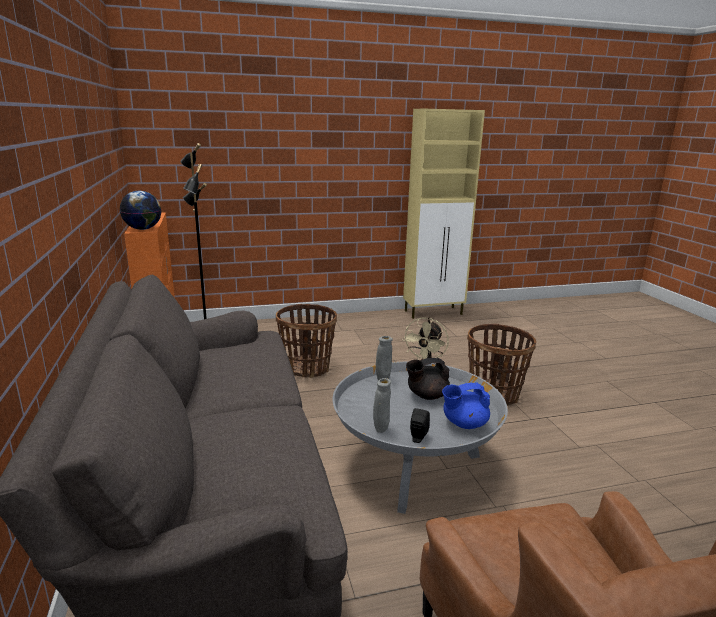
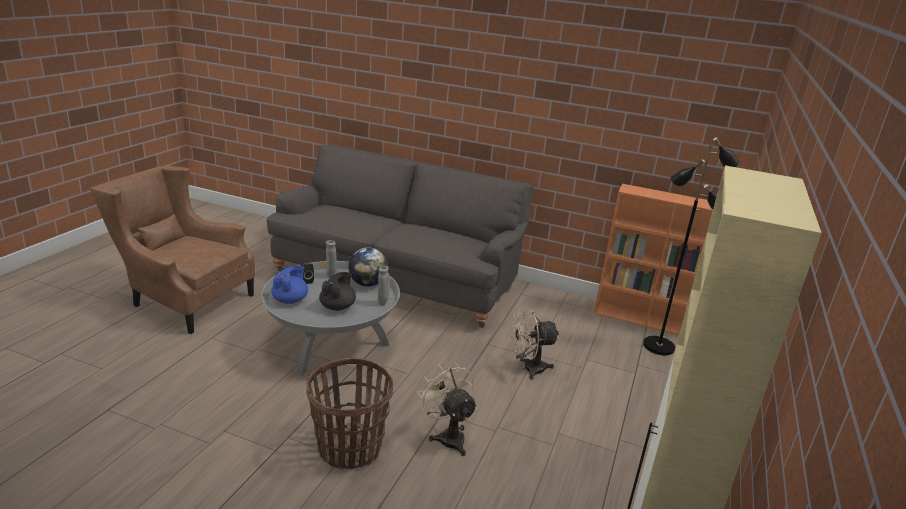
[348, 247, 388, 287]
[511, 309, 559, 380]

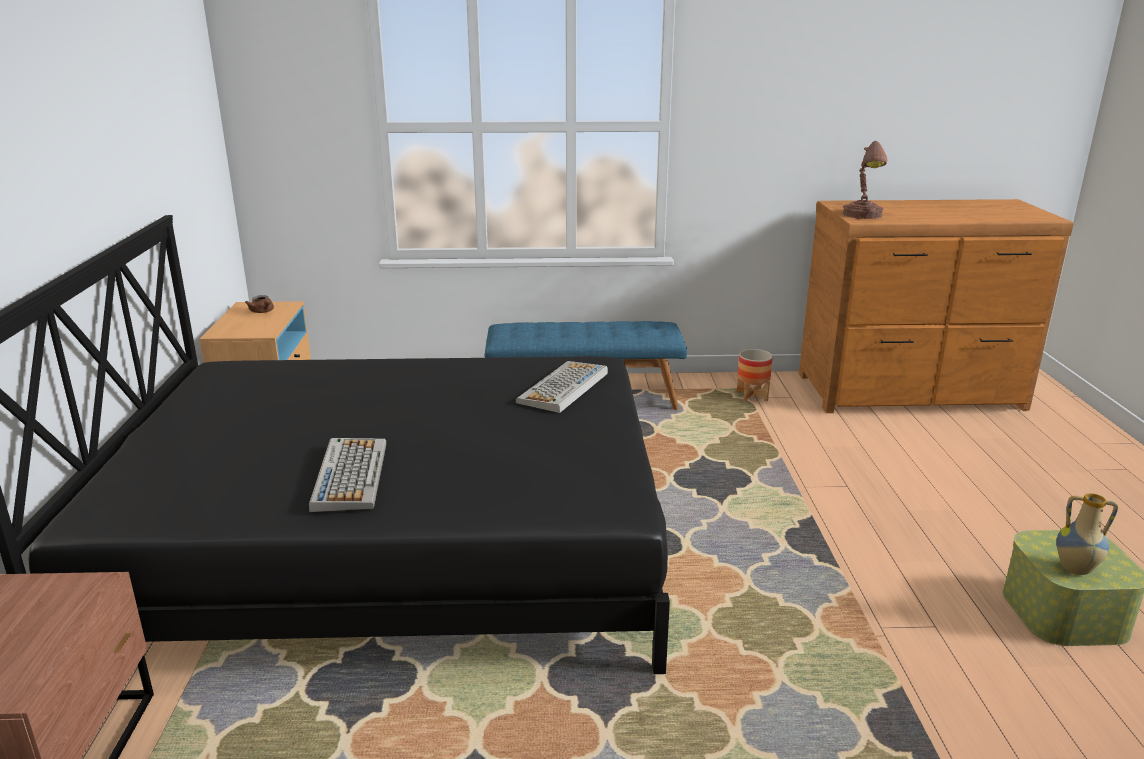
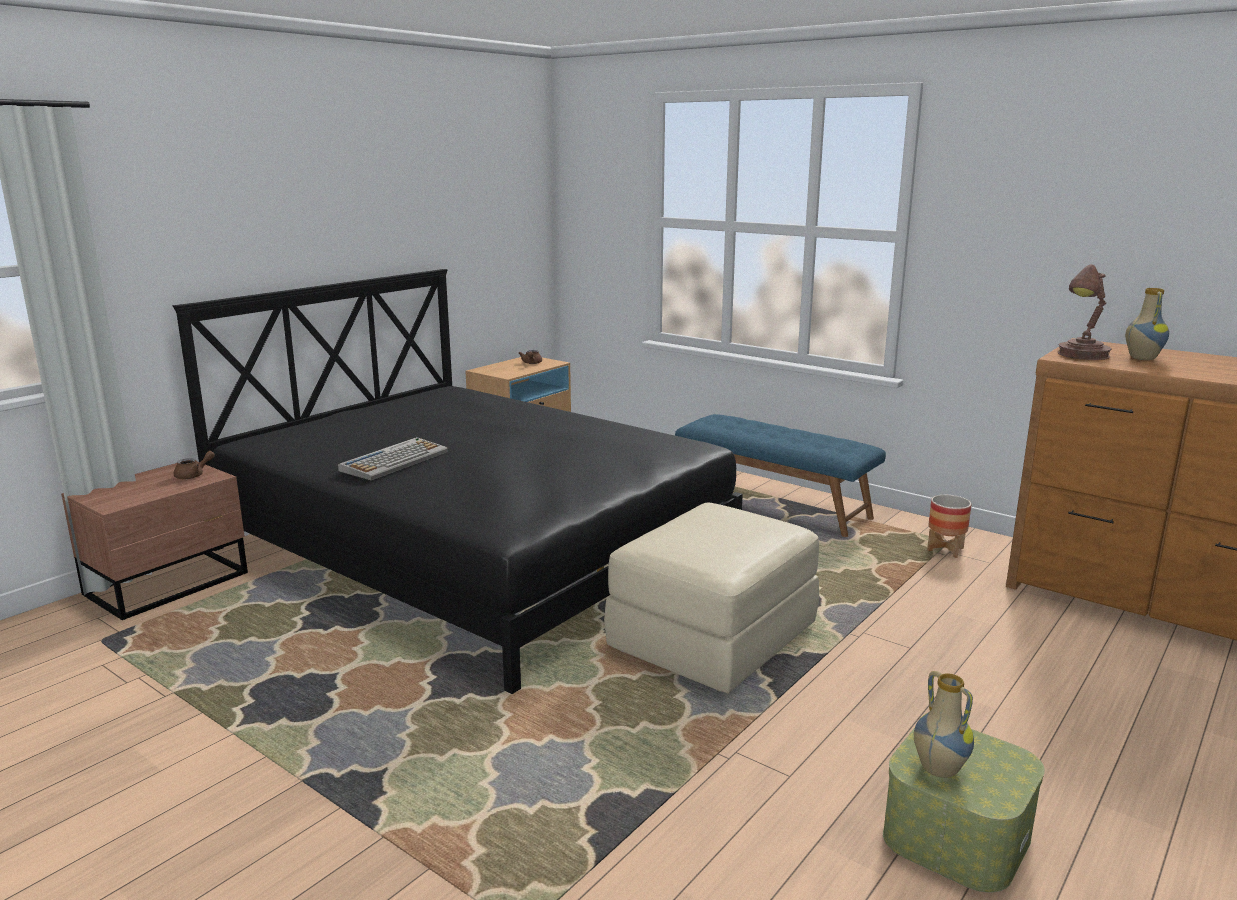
[516, 361, 608, 413] (first image)
[1125, 288, 1169, 360]
[174, 451, 215, 479]
[604, 502, 819, 693]

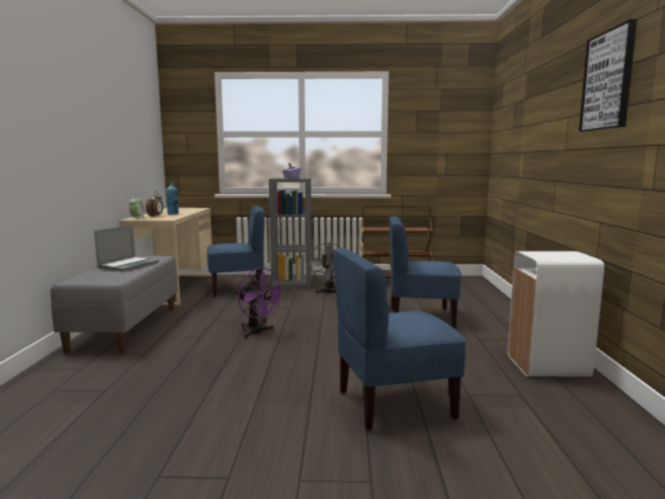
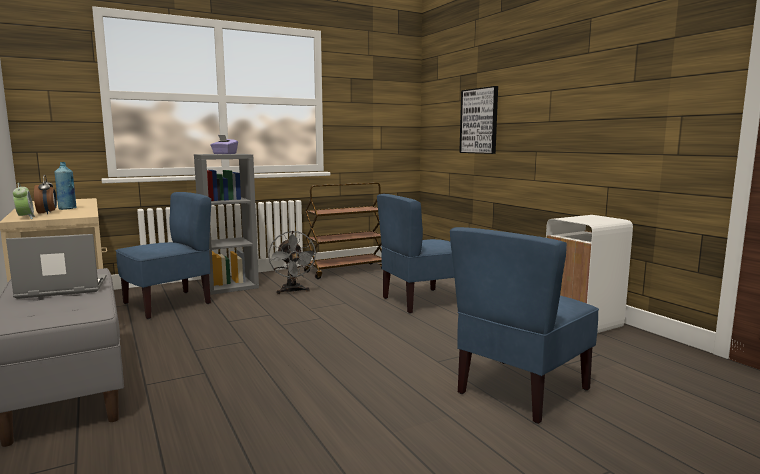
[459, 86, 498, 154]
[6, 234, 107, 299]
[235, 267, 286, 338] (first image)

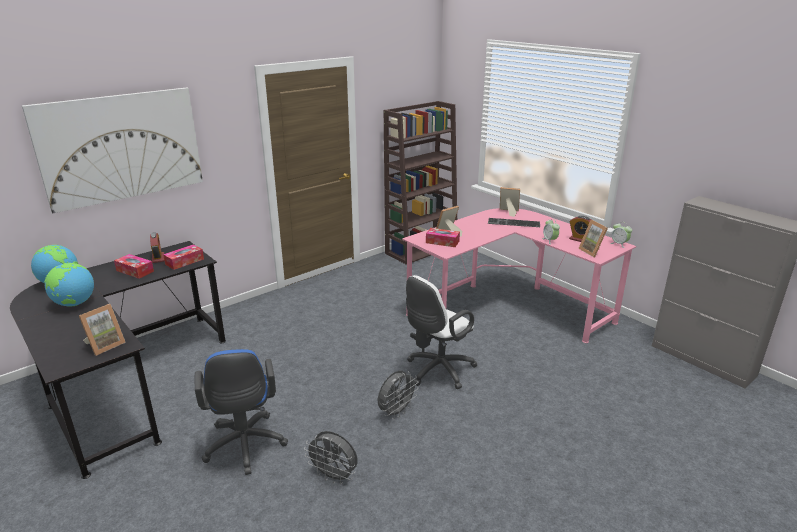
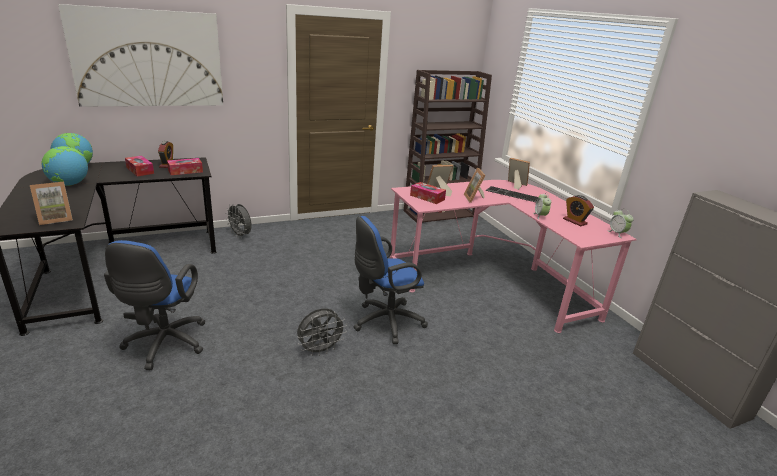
[464, 168, 486, 203]
[354, 216, 428, 344]
[225, 204, 252, 238]

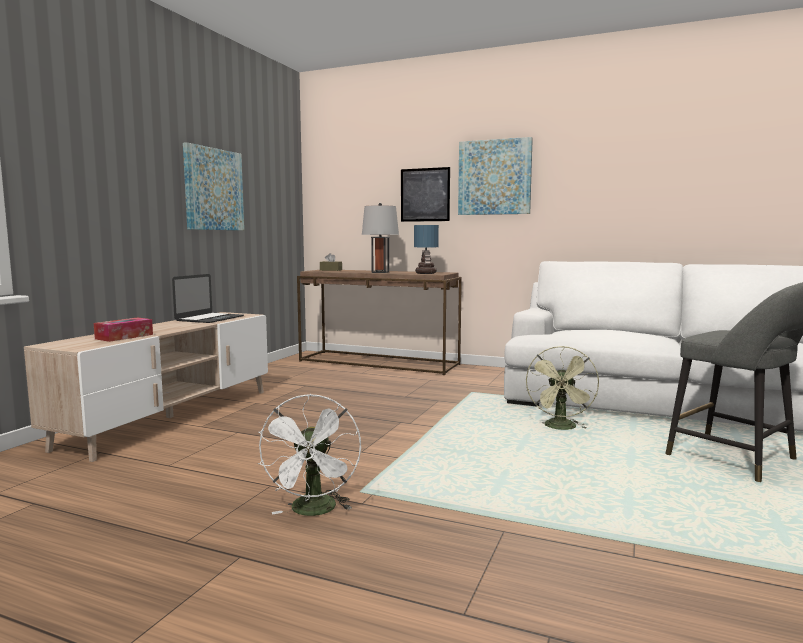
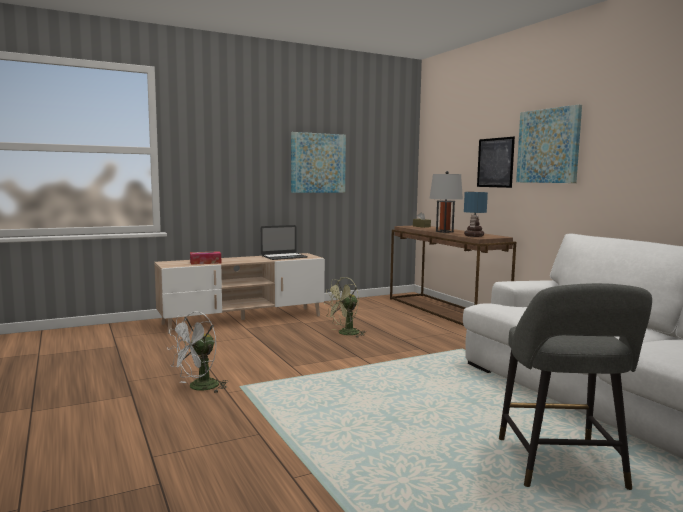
[325, 277, 365, 337]

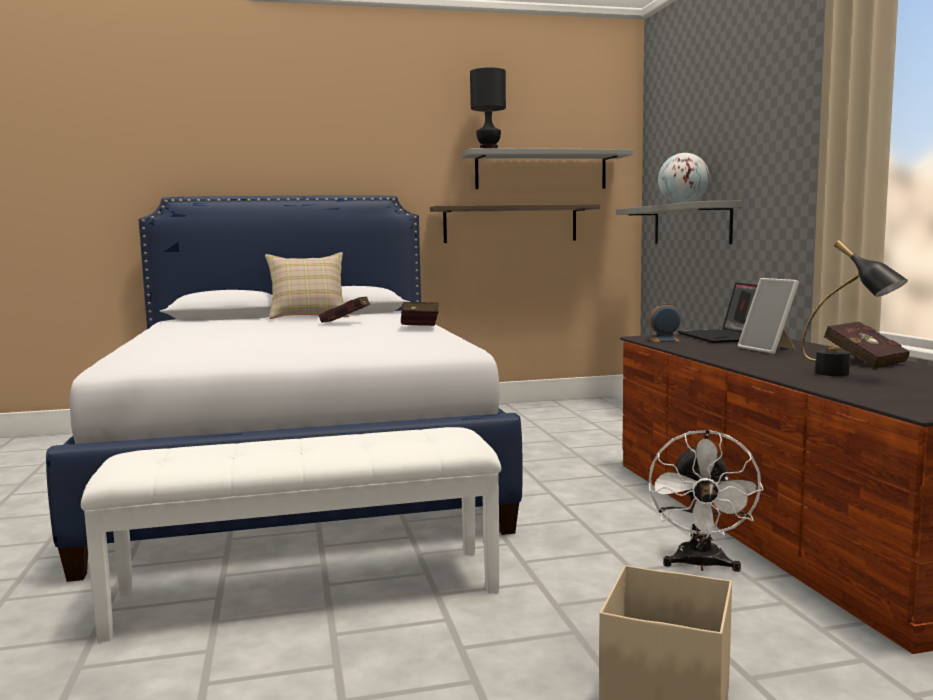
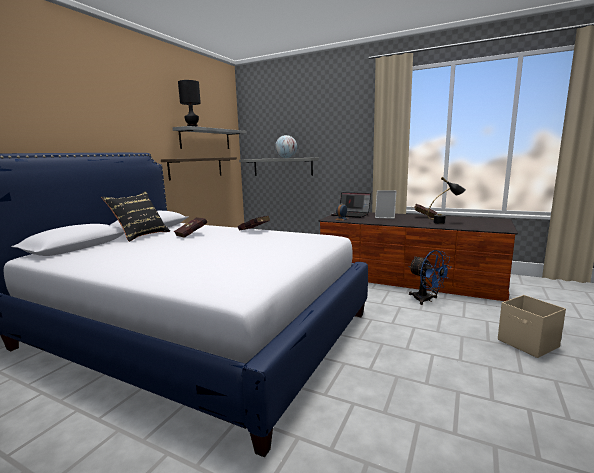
[101, 191, 170, 242]
[81, 427, 502, 643] (first image)
[408, 250, 451, 305]

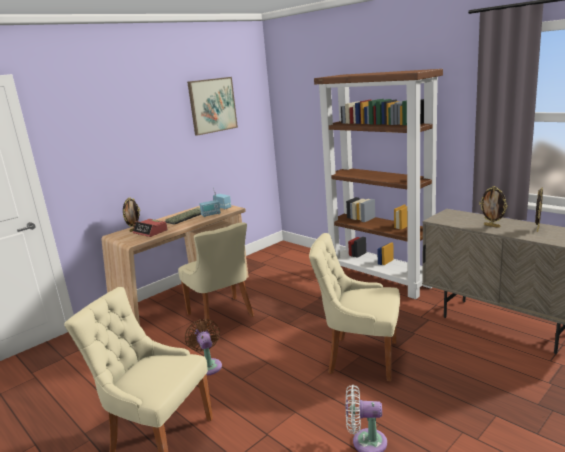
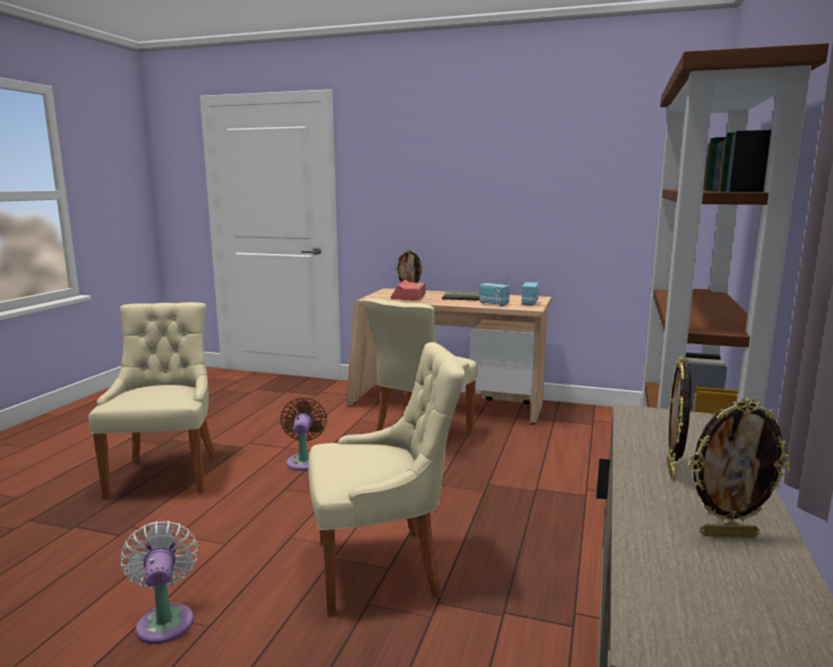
[187, 77, 238, 136] (first image)
[308, 342, 465, 615]
[281, 397, 327, 471]

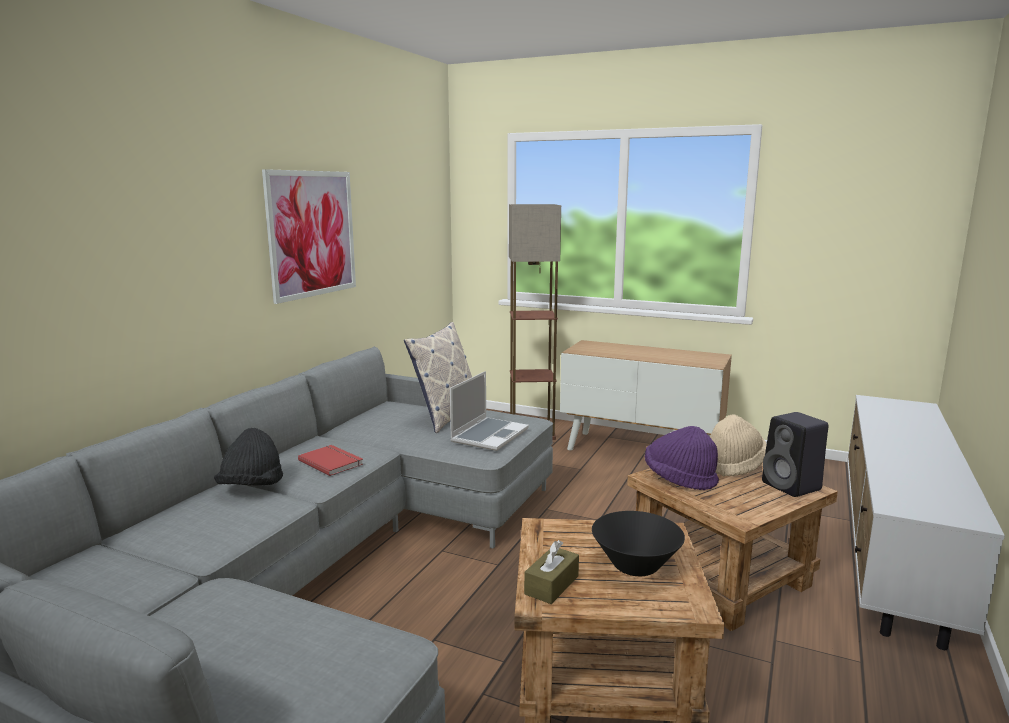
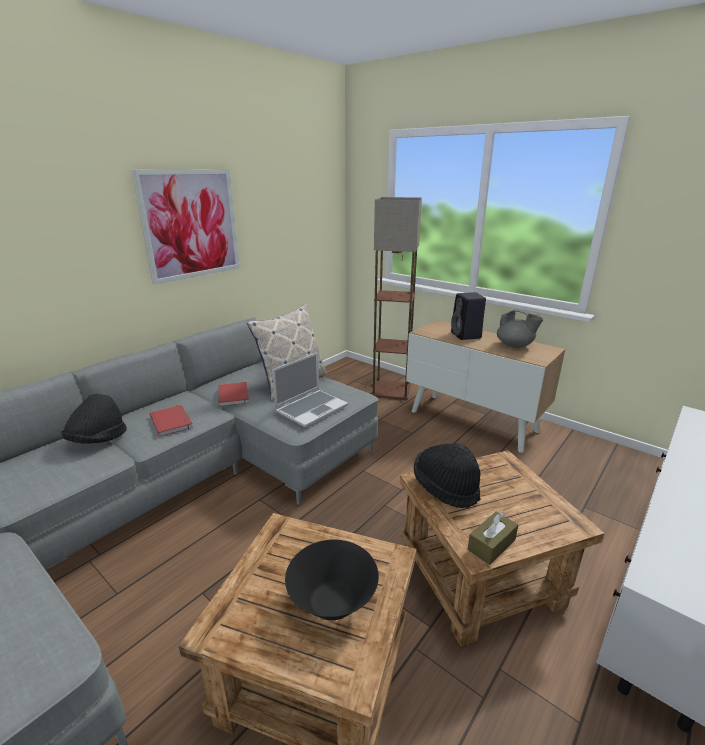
[451, 292, 486, 340]
[710, 415, 767, 477] (first image)
[414, 443, 481, 508]
[467, 512, 518, 565]
[497, 309, 544, 348]
[218, 382, 249, 407]

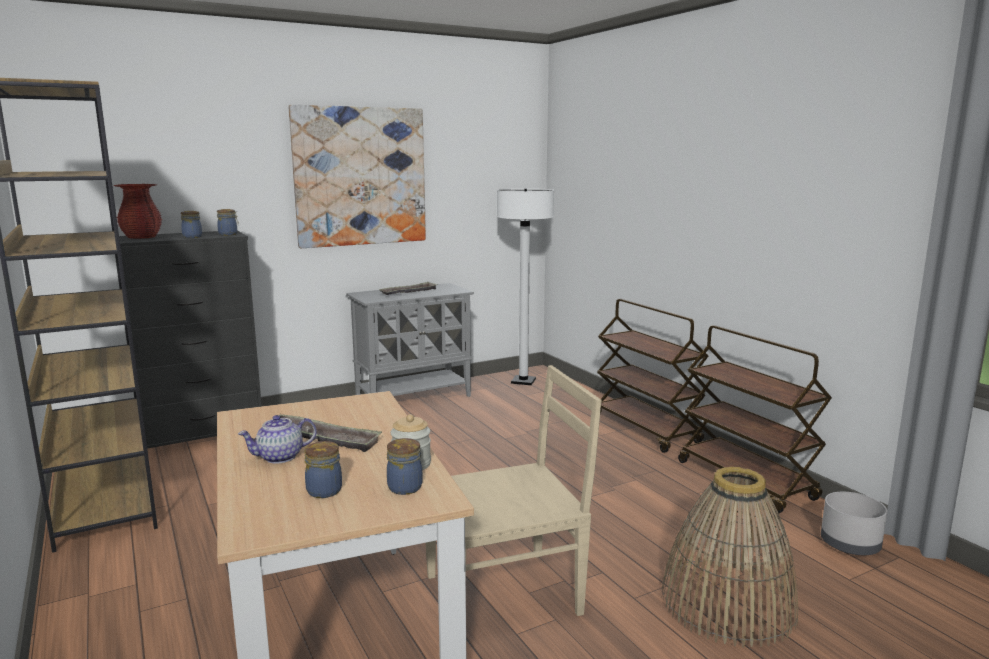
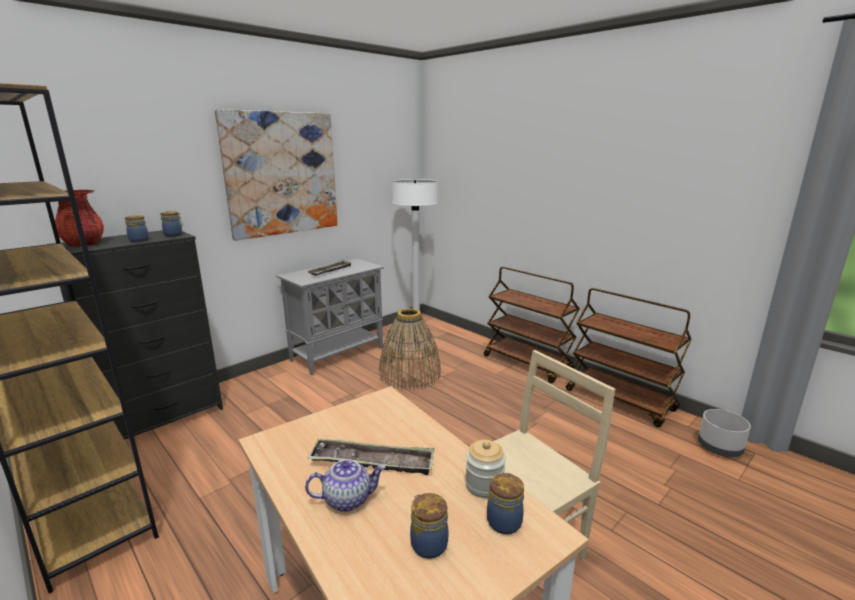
[305, 459, 386, 512]
[379, 308, 441, 390]

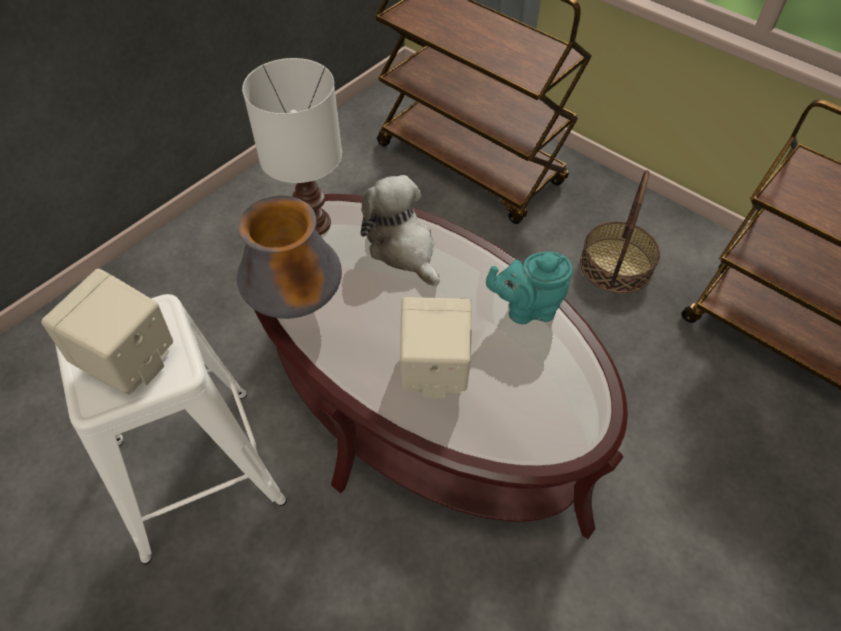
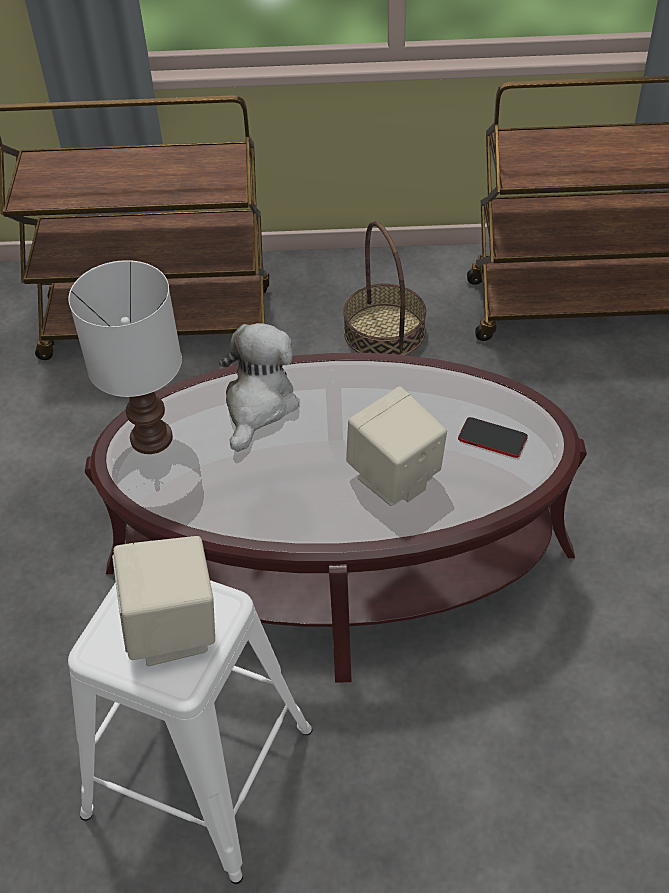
[219, 323, 299, 452]
[237, 196, 342, 319] (first image)
[486, 252, 573, 324] (first image)
[458, 417, 528, 458]

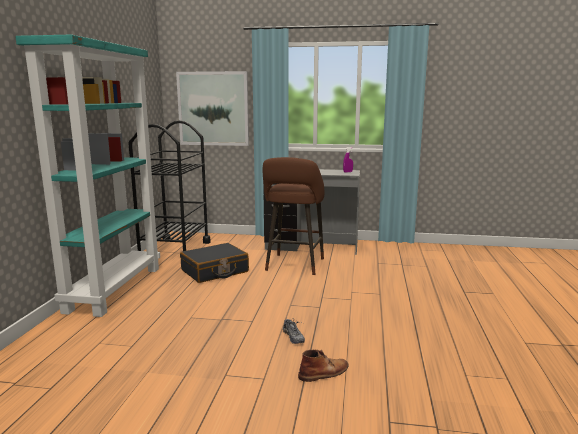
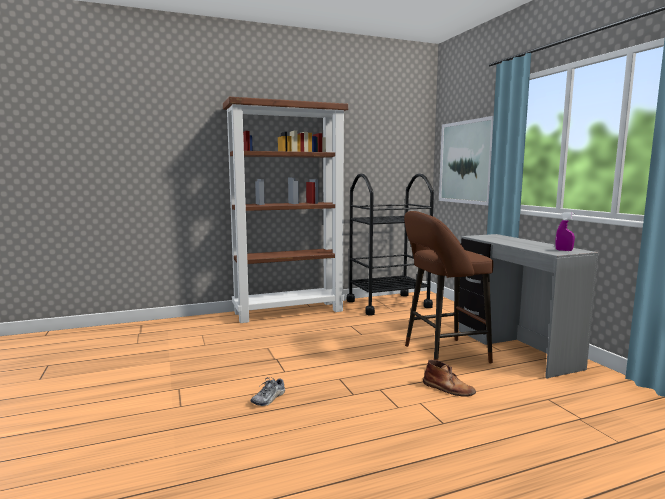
[223, 97, 348, 323]
[180, 243, 249, 283] (first image)
[423, 360, 476, 397]

